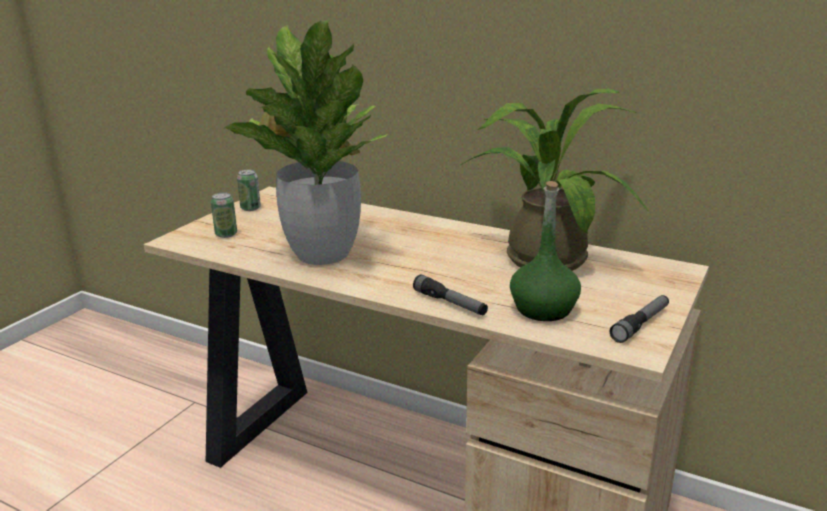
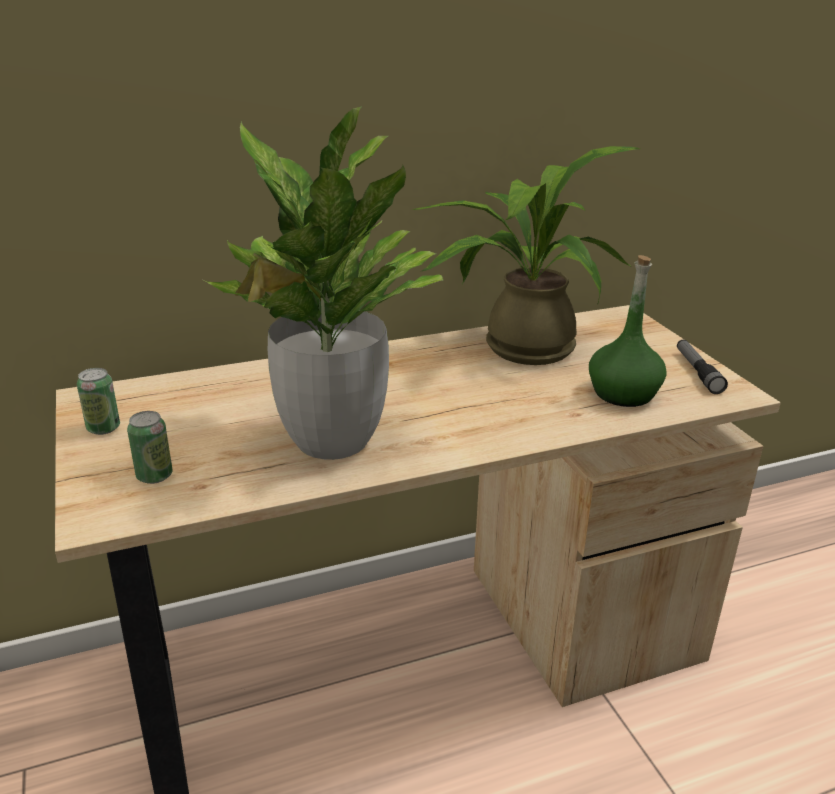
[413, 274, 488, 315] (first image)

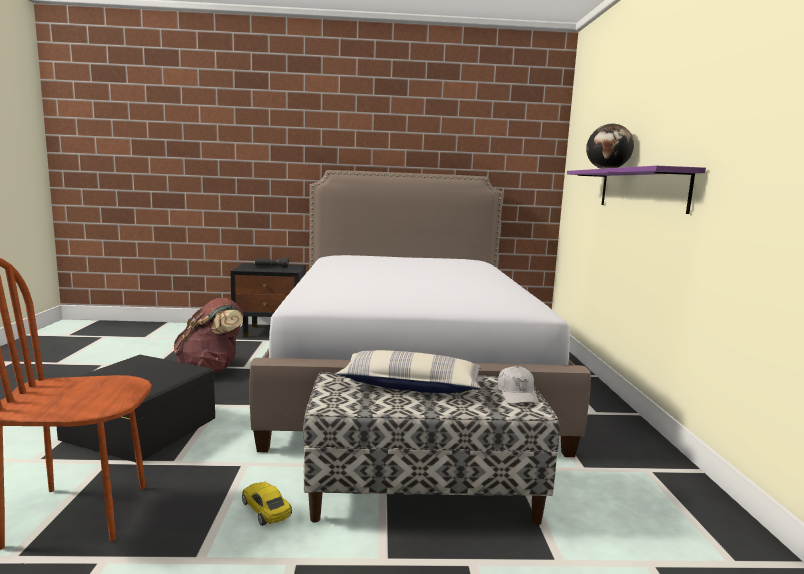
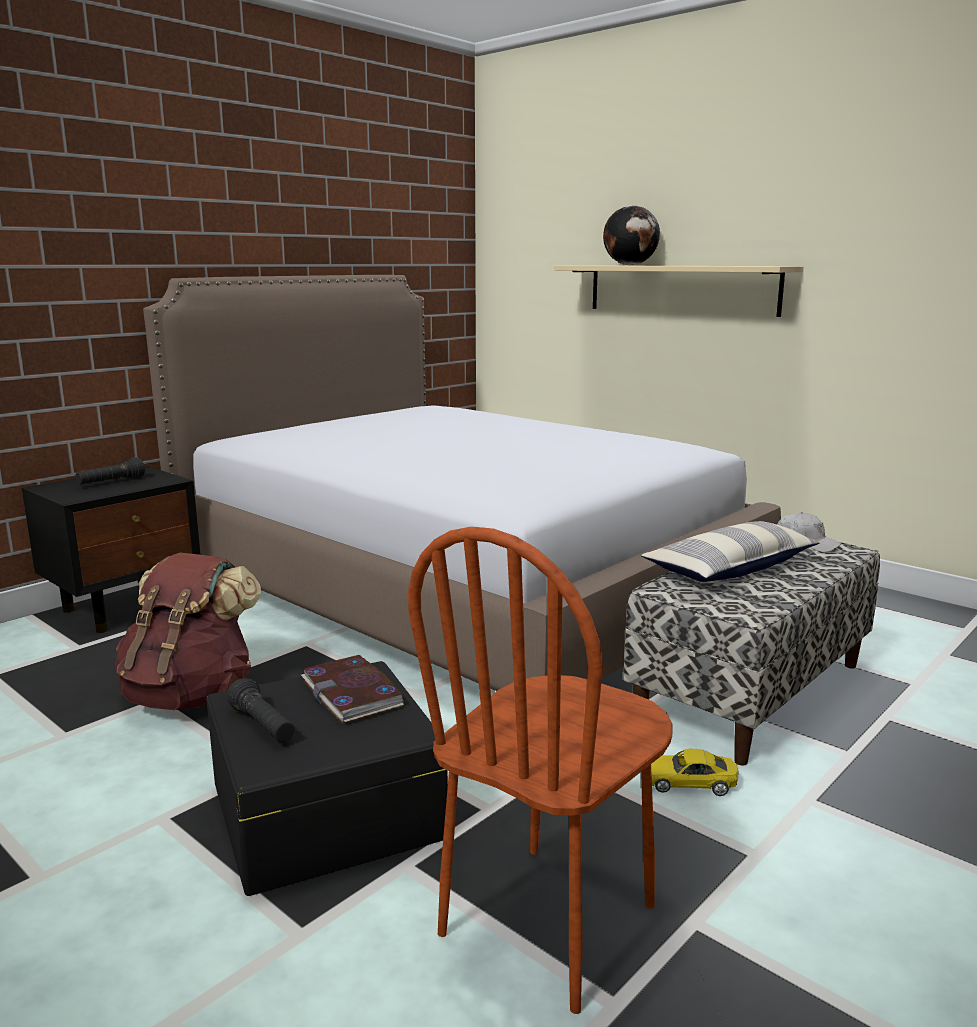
[554, 265, 803, 317]
[301, 655, 404, 724]
[227, 678, 294, 742]

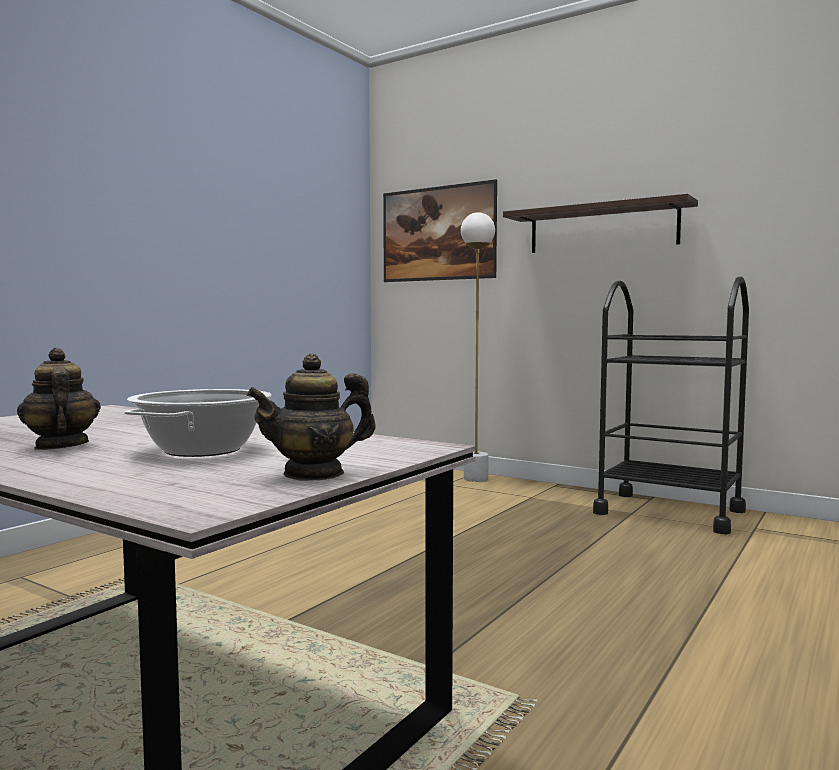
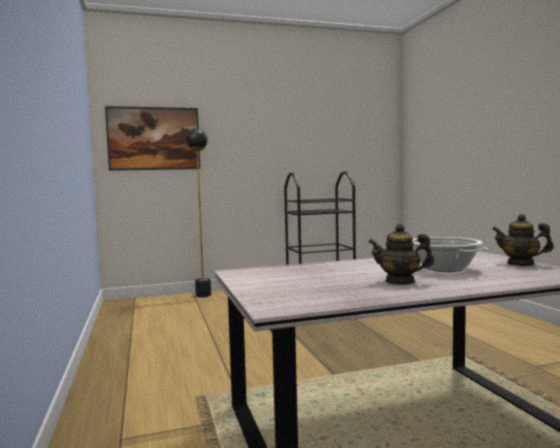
[503, 194, 698, 253] (first image)
[186, 128, 211, 297]
[492, 214, 554, 266]

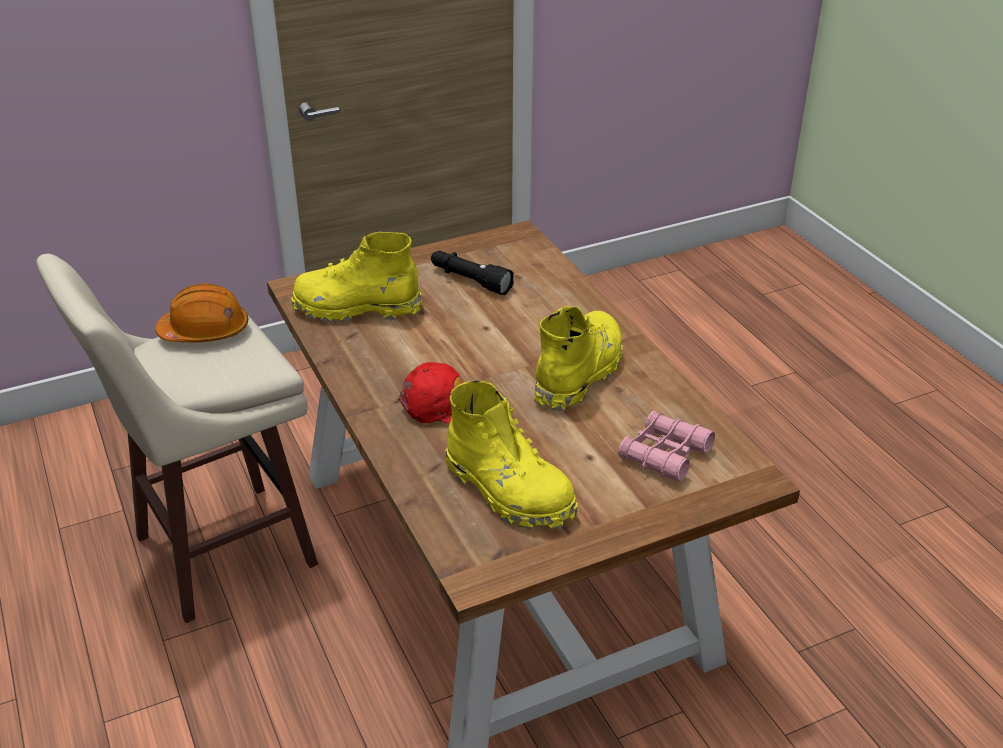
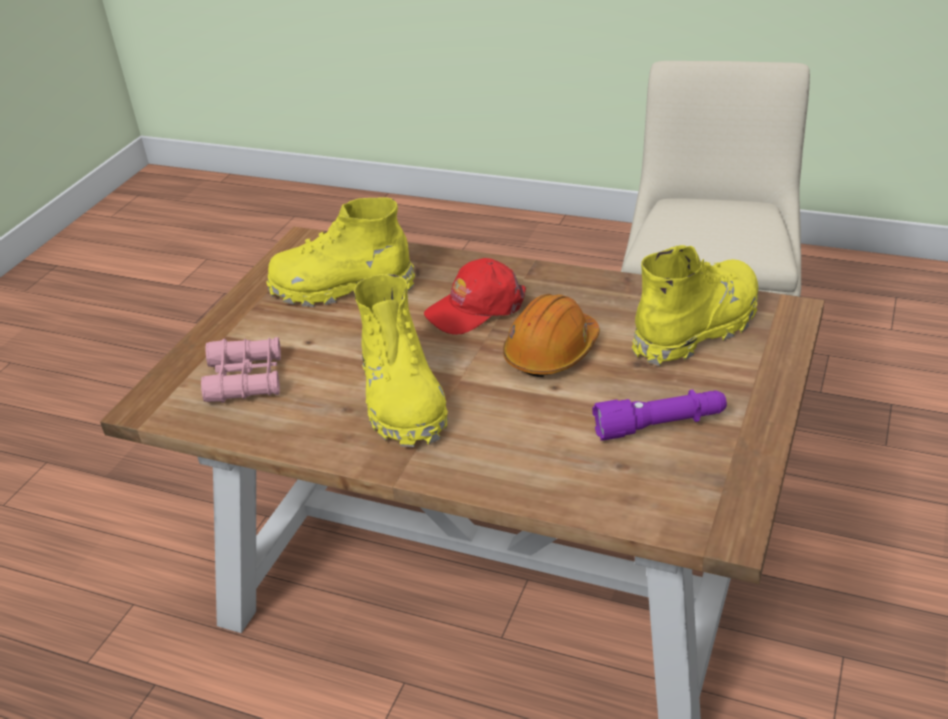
[593, 390, 727, 441]
[503, 294, 600, 377]

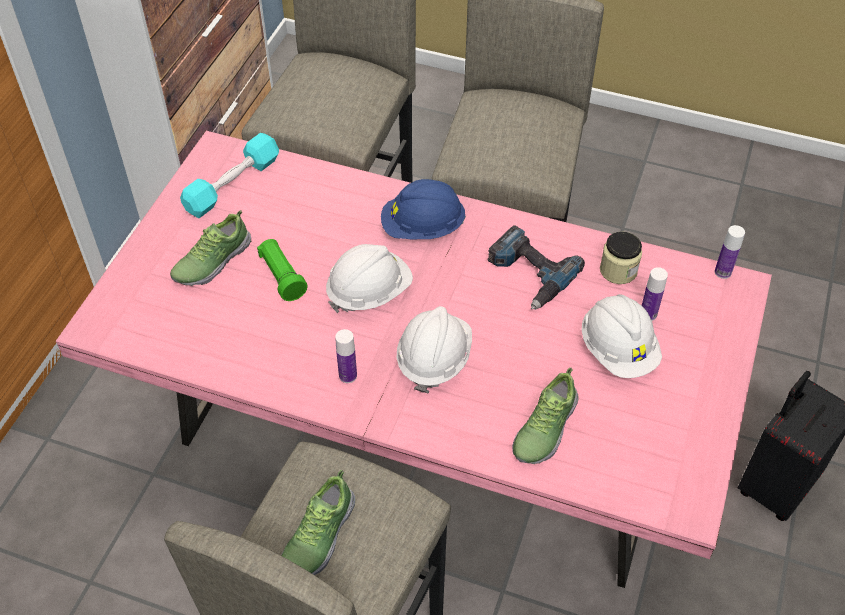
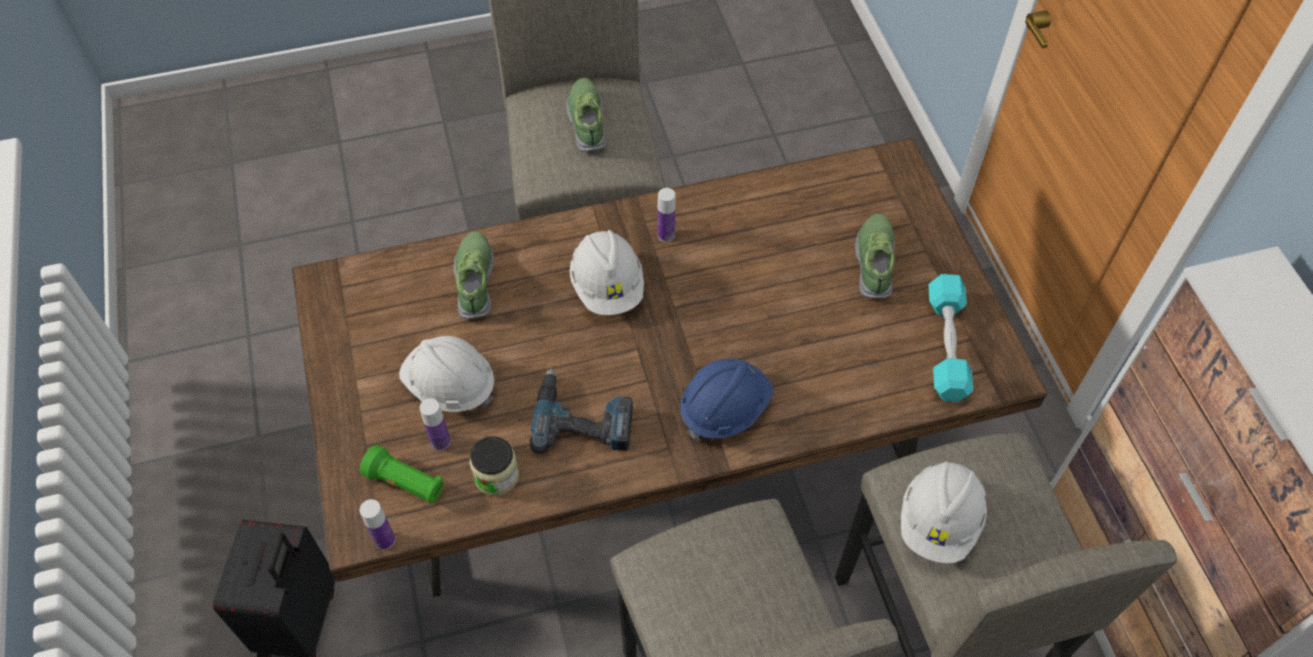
[292, 138, 1048, 597]
[360, 445, 444, 504]
[901, 462, 987, 563]

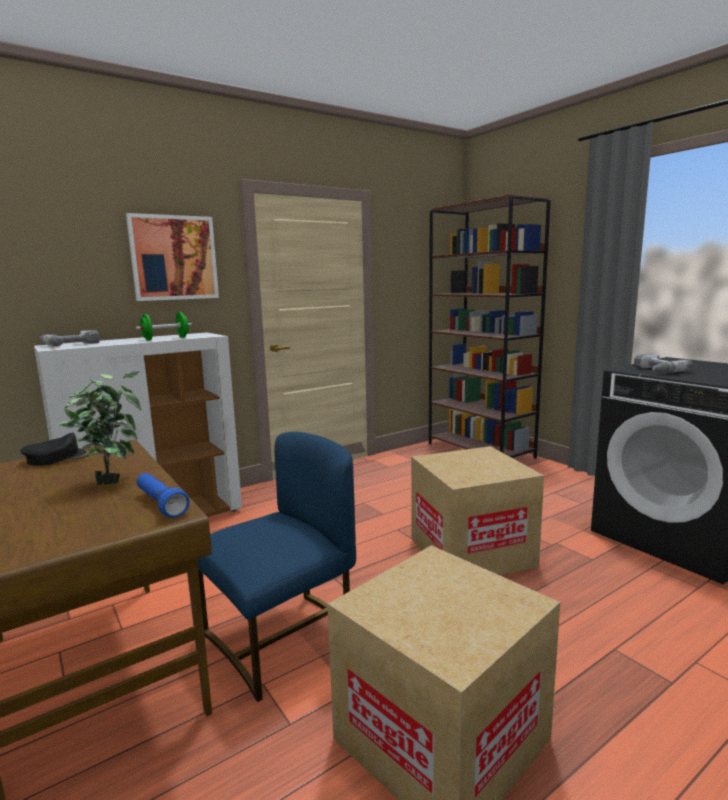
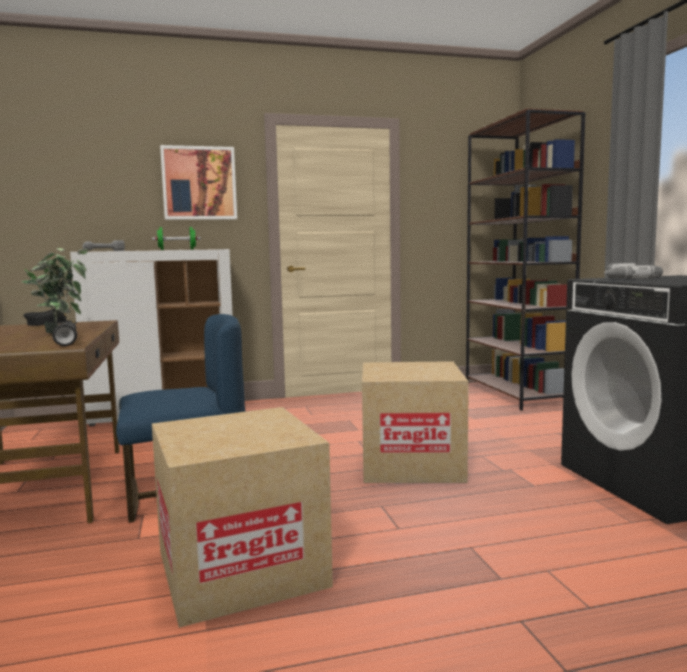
[52, 322, 77, 346]

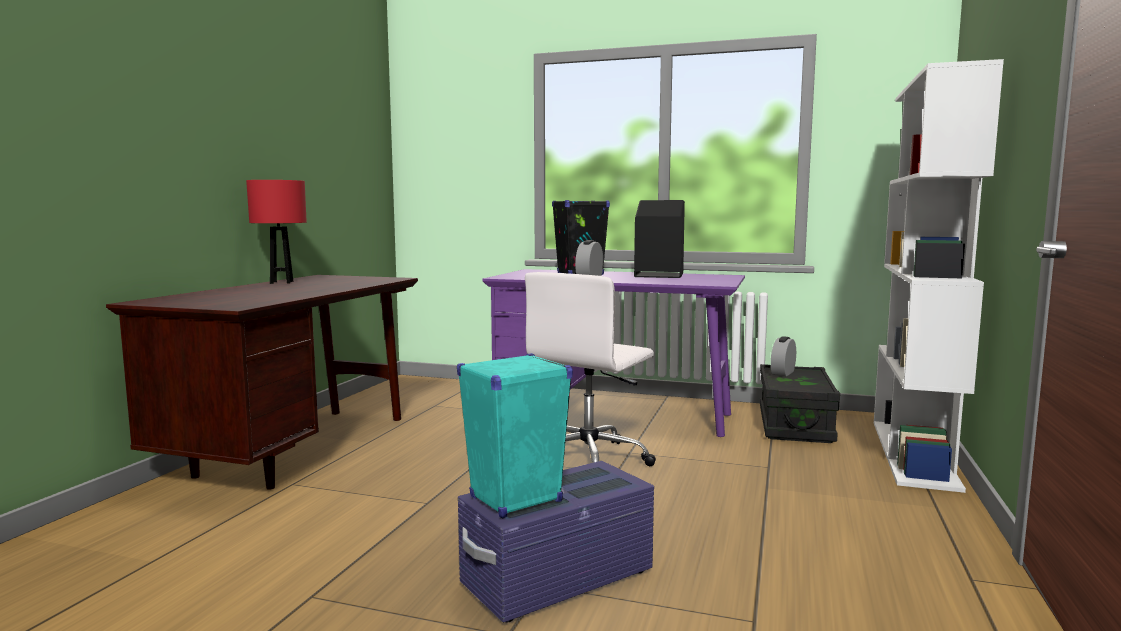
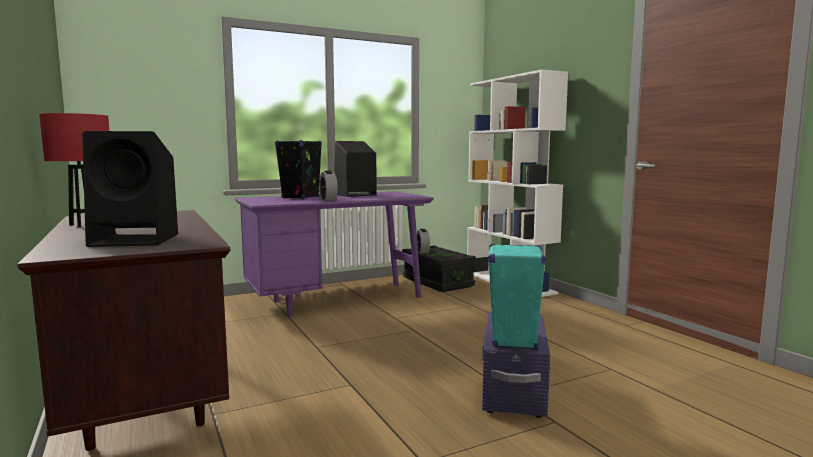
[525, 272, 656, 466] (first image)
[82, 131, 178, 247]

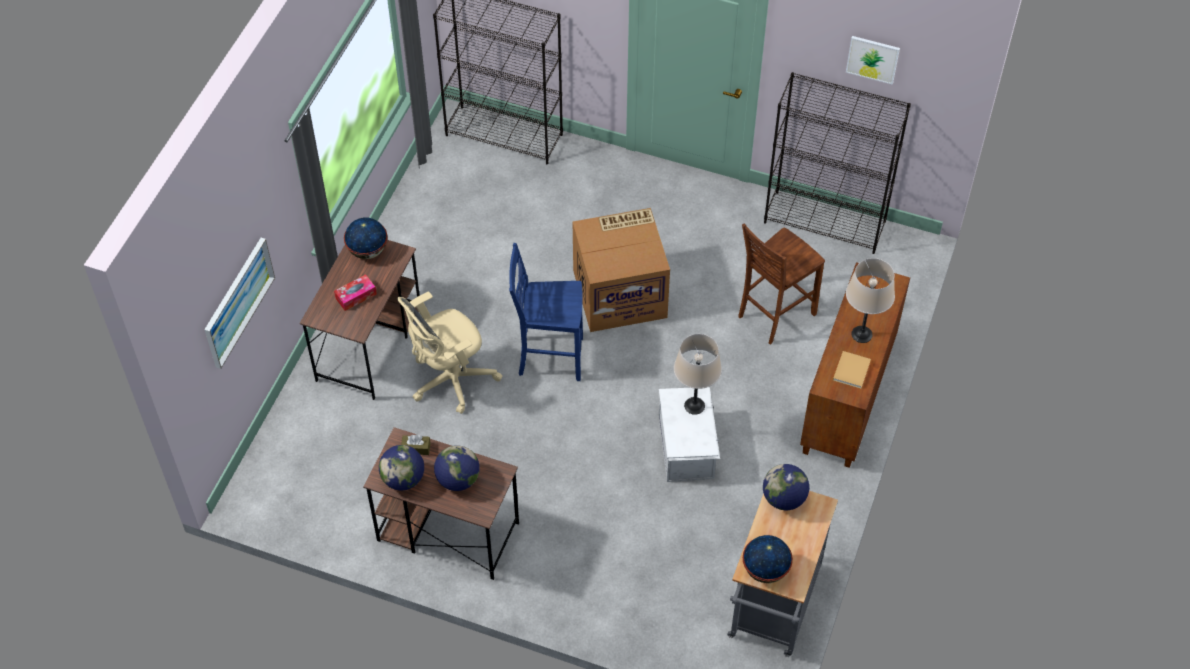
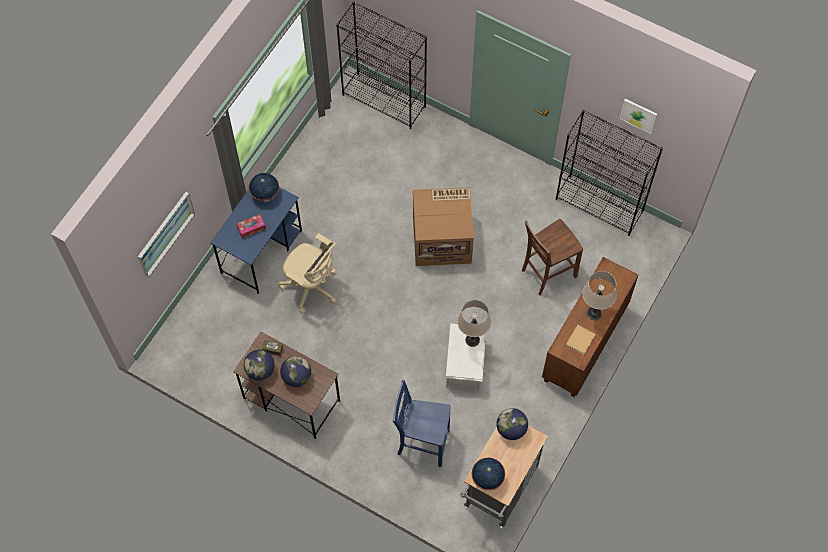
[210, 187, 302, 294]
[393, 380, 451, 467]
[278, 233, 336, 314]

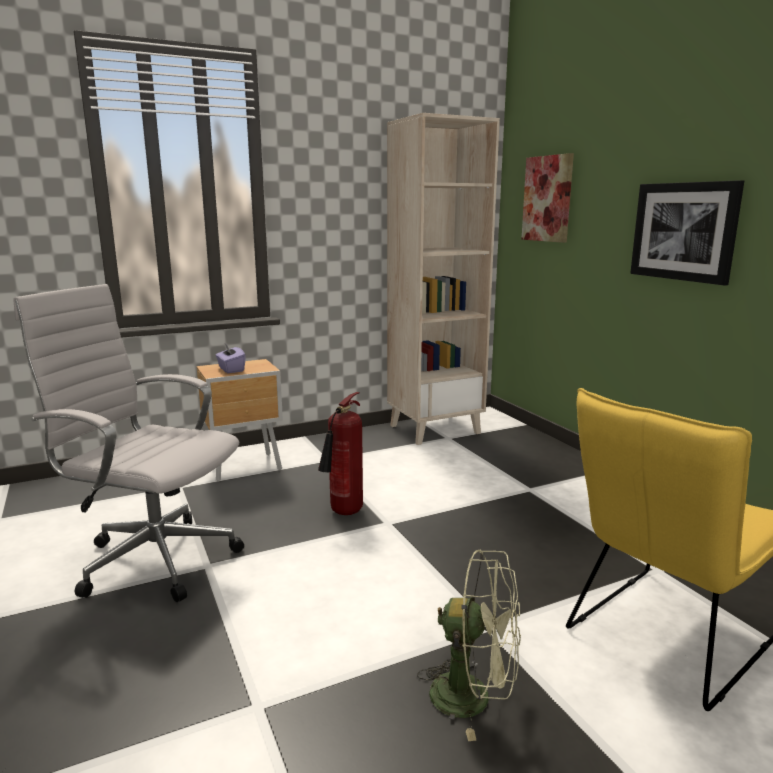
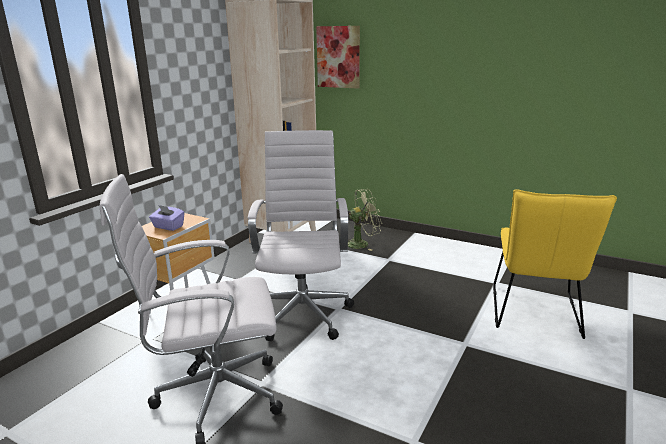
[630, 180, 744, 286] (first image)
[248, 130, 354, 341]
[348, 189, 382, 251]

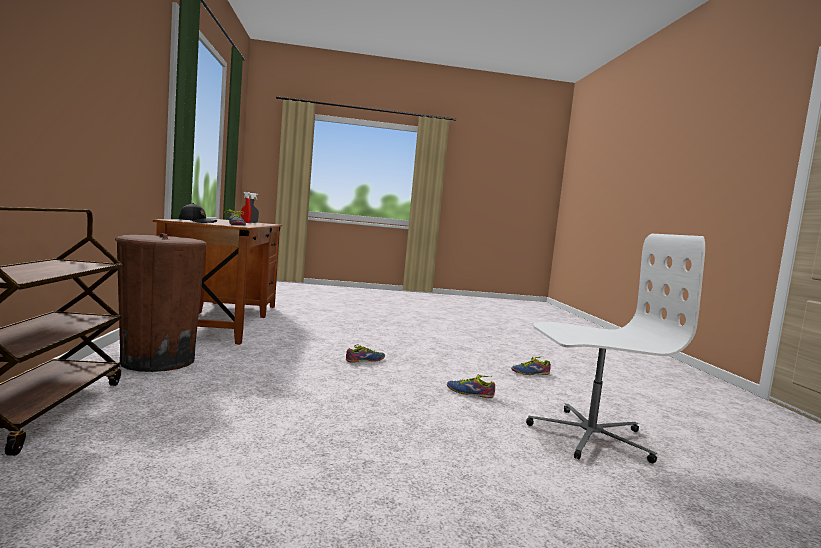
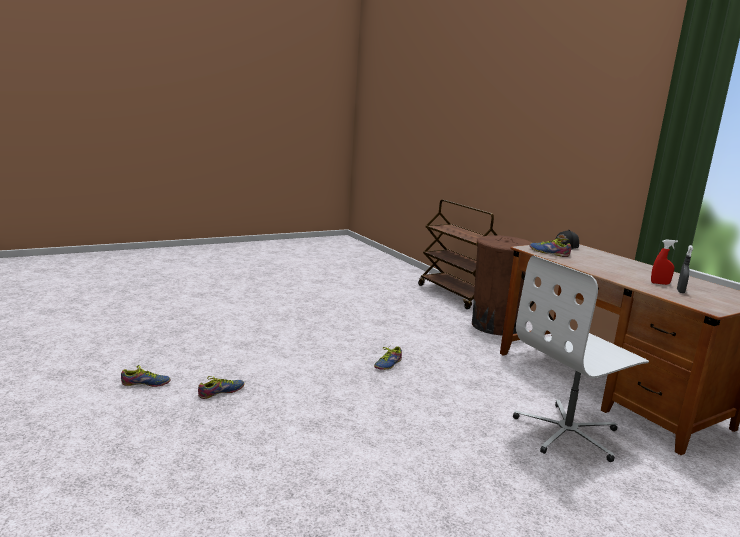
[513, 255, 649, 462]
[121, 365, 171, 387]

